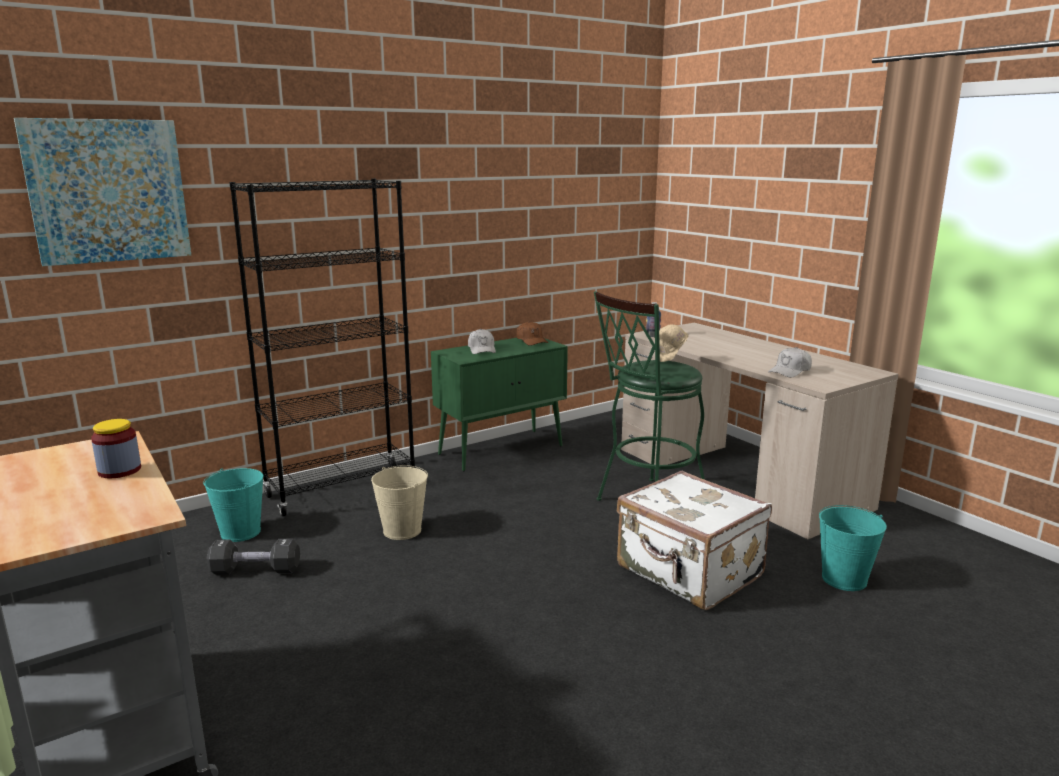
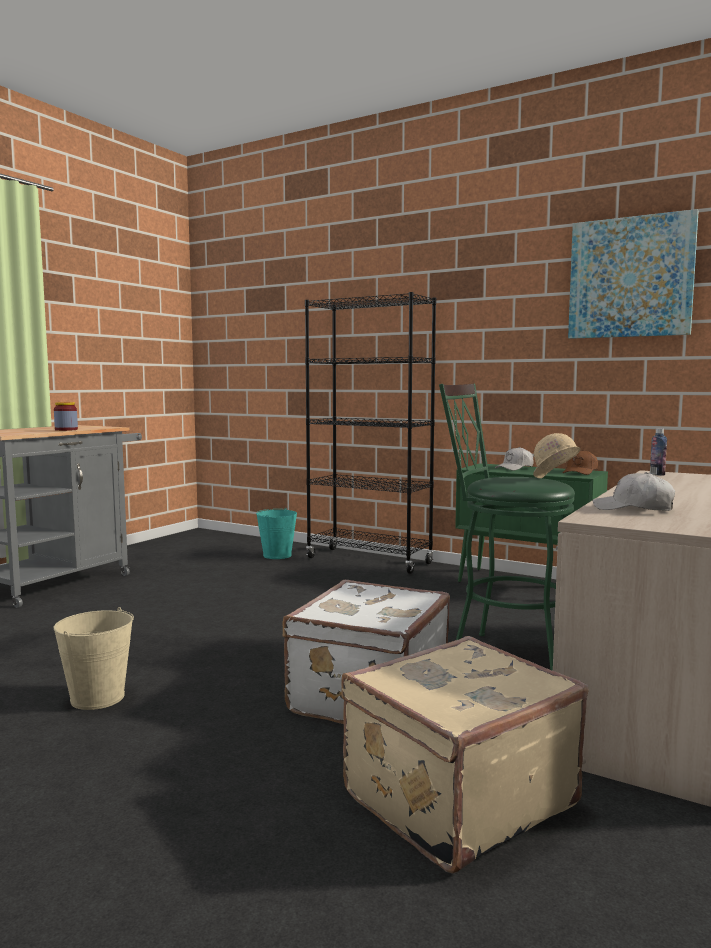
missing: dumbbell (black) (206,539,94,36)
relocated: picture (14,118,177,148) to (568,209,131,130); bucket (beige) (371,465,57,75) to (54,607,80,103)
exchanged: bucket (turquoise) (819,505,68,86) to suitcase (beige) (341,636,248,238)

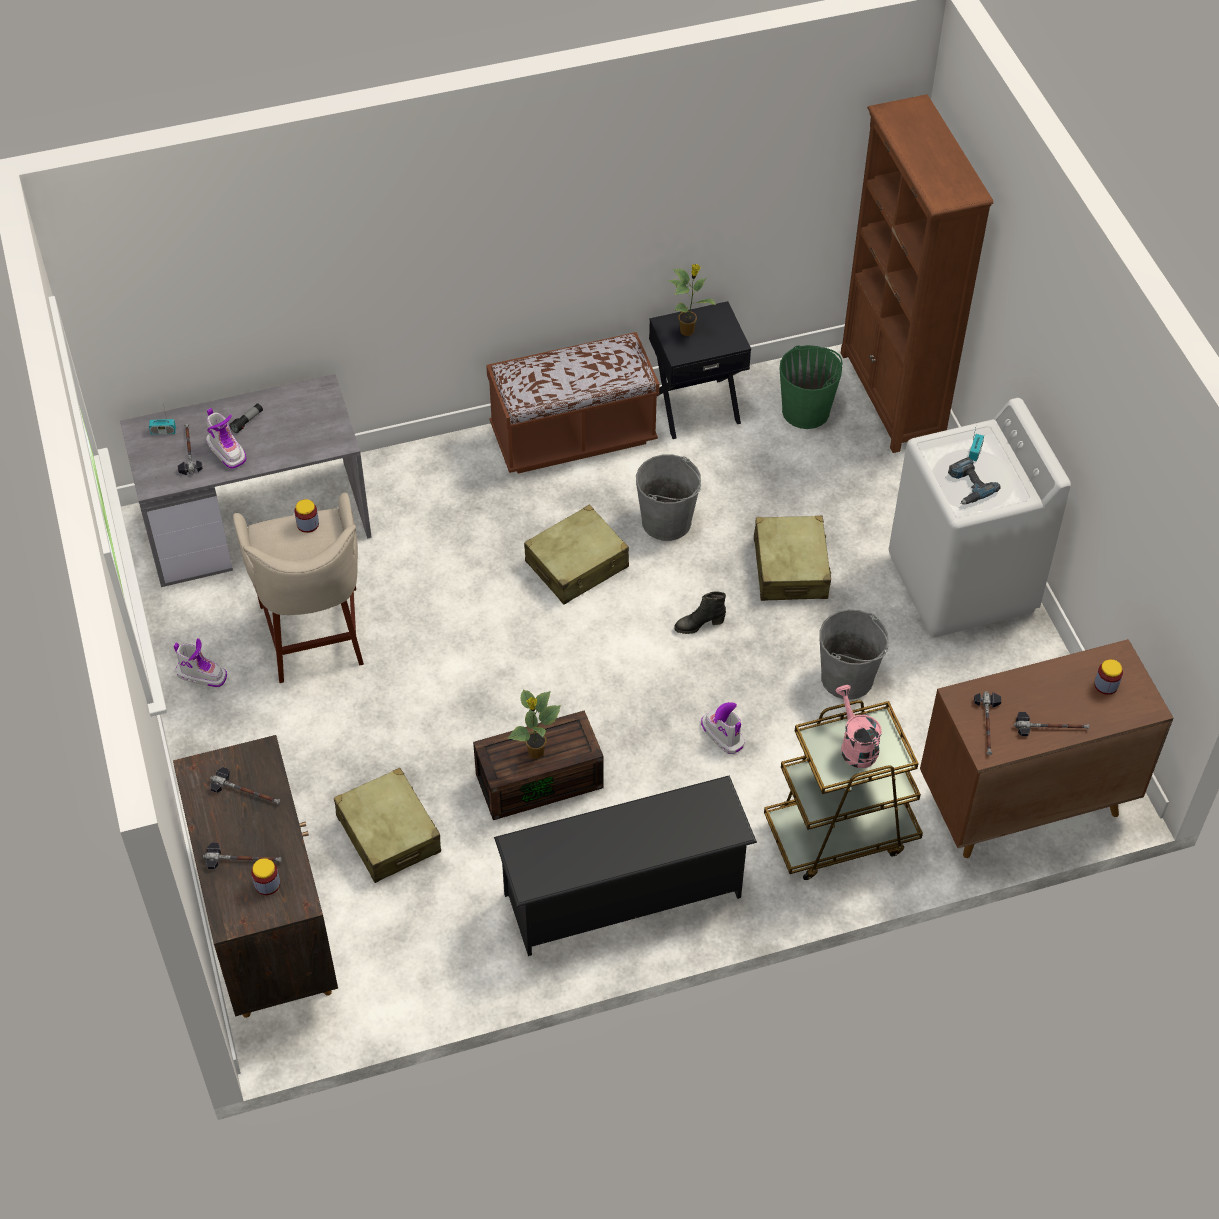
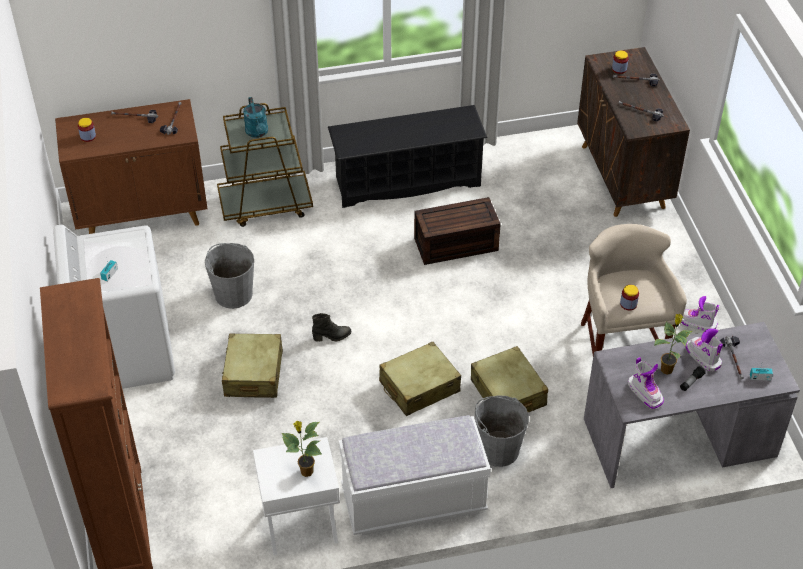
missing: bucket (green) (779,345,64,84); power drill (948,457,53,48)
relocated: bucket (grey) (636,454,65,87) to (475,396,54,71); potted plant (507,689,54,70) to (654,314,39,61); boot (701,702,44,52) to (628,357,36,52); suitcase (beige) (334,768,107,115) to (471,346,77,66)
colour: nightstand (black) (649,301,102,138) to nightstand (white) (253,437,87,118); bench (brown) (486,332,173,141) to bench (white) (339,415,152,120); watering can (pink) (836,685,46,83) to watering can (turquoise) (243,97,25,41)

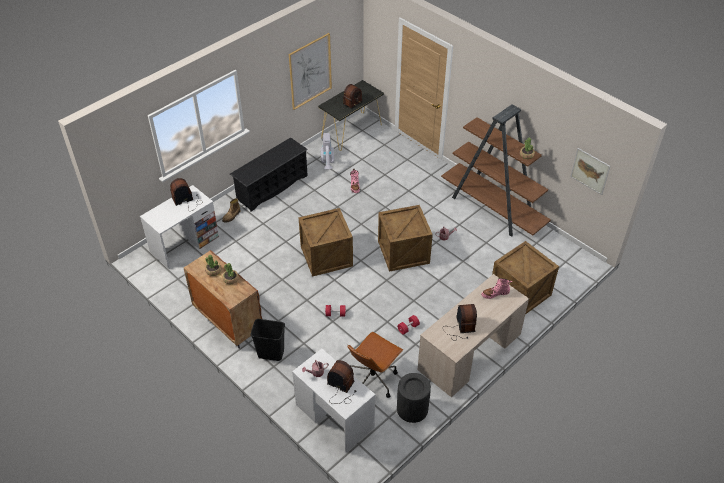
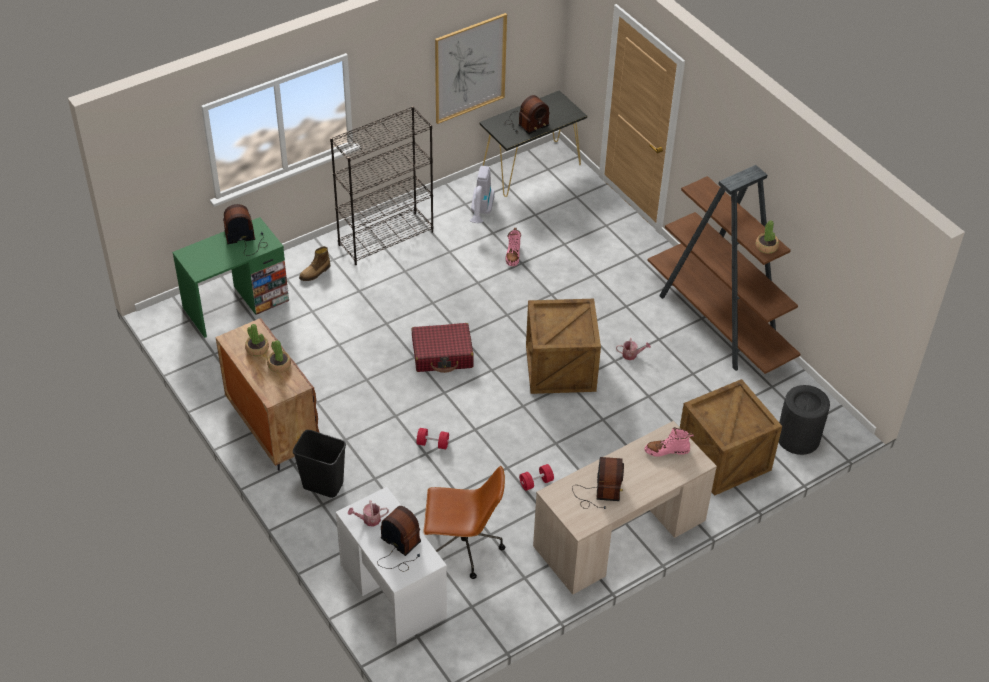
missing: picture (571,148,39,47)
relocated: trash can (black) (397,373,34,50) to (779,385,51,70)
exchanged: shoe rack (black) (230,137,78,75) to bookcase (black) (330,106,104,159); crate (298,208,55,69) to suitcase (red) (412,323,62,50)
colour: desk (white) (140,185,79,84) to desk (green) (172,217,117,121)
spun: office chair (brown) (348,332,55,66) = (424,466,82,113) 135 degrees counterclockwise

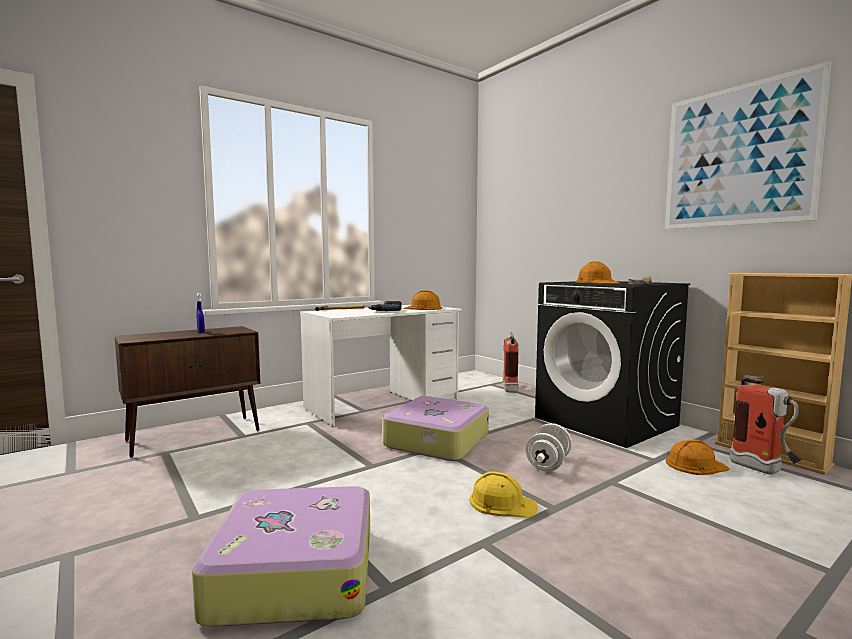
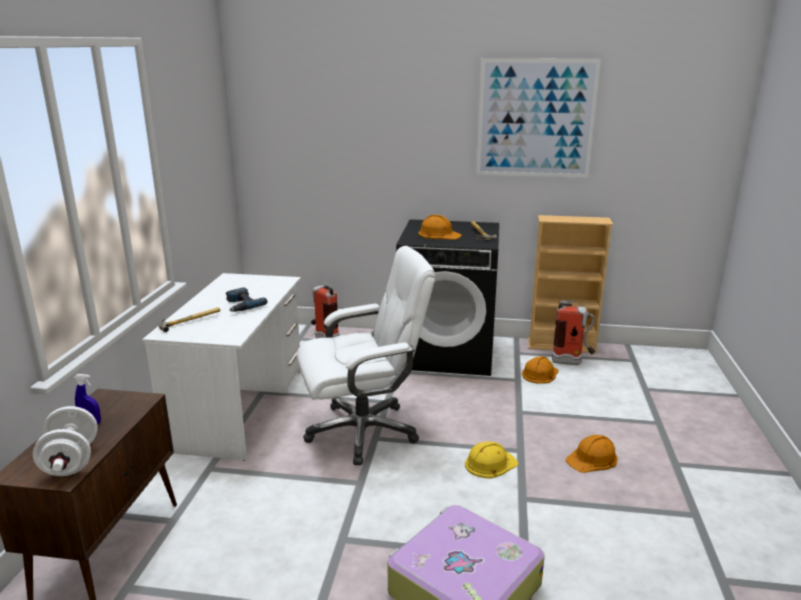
relocated: hard hat (orange) (403,291,39,19) to (566,435,52,38); dumbbell (white) (526,423,46,49) to (33,406,65,70)
exchanged: suitcase (383,396,106,65) to office chair (white) (296,246,139,219)

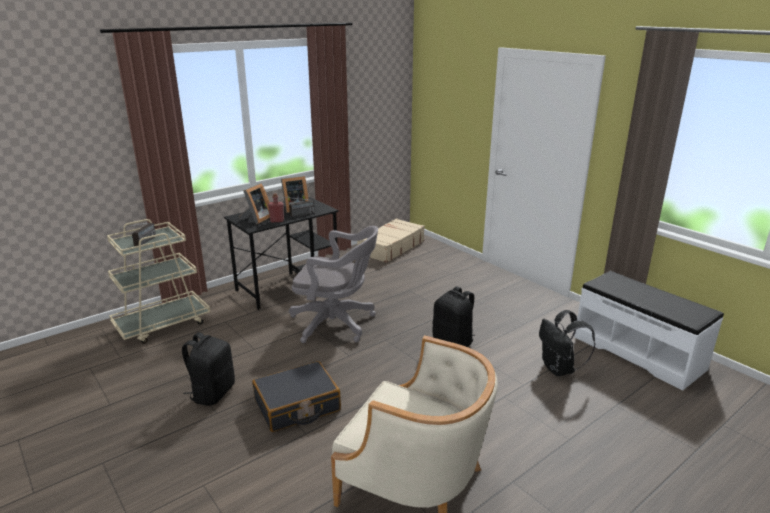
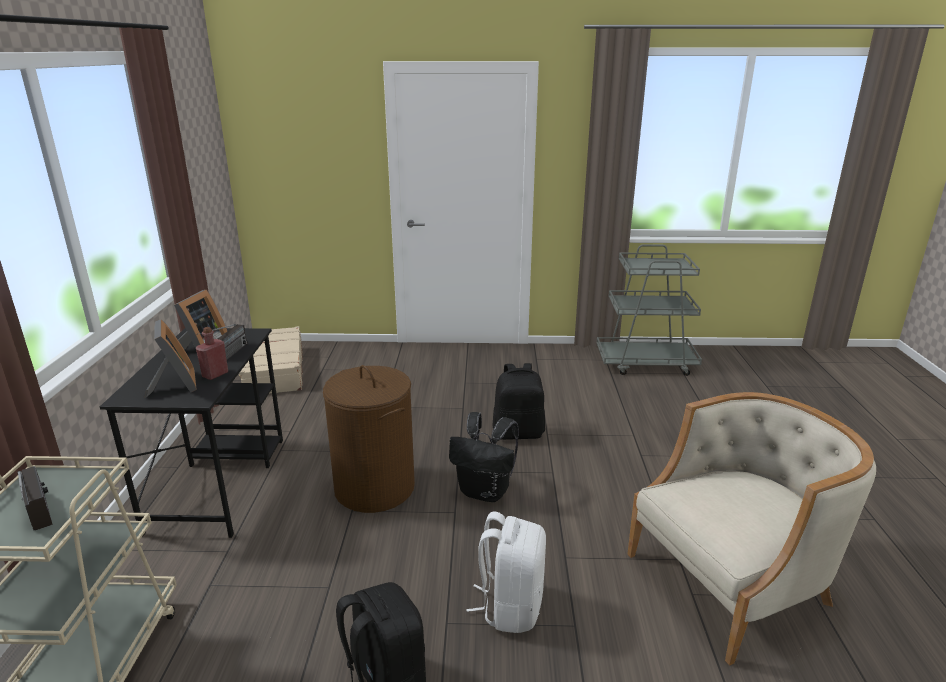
relocated: backpack (black) (539,310,56,66) to (449,412,70,90)
exchanged: office chair (grey) (289,226,89,117) to laundry basket (brown) (323,365,92,148); bench (white) (574,271,150,120) to cart (grey) (597,244,105,132); suitcase (black) (252,361,89,71) to backpack (white) (466,512,80,121)

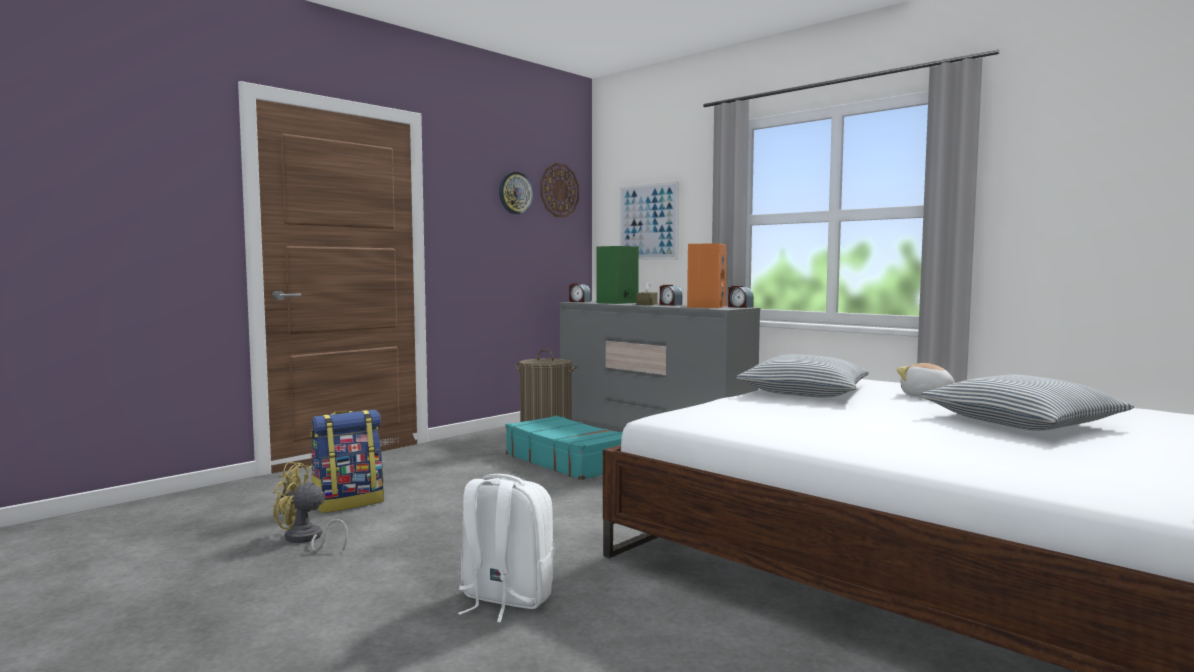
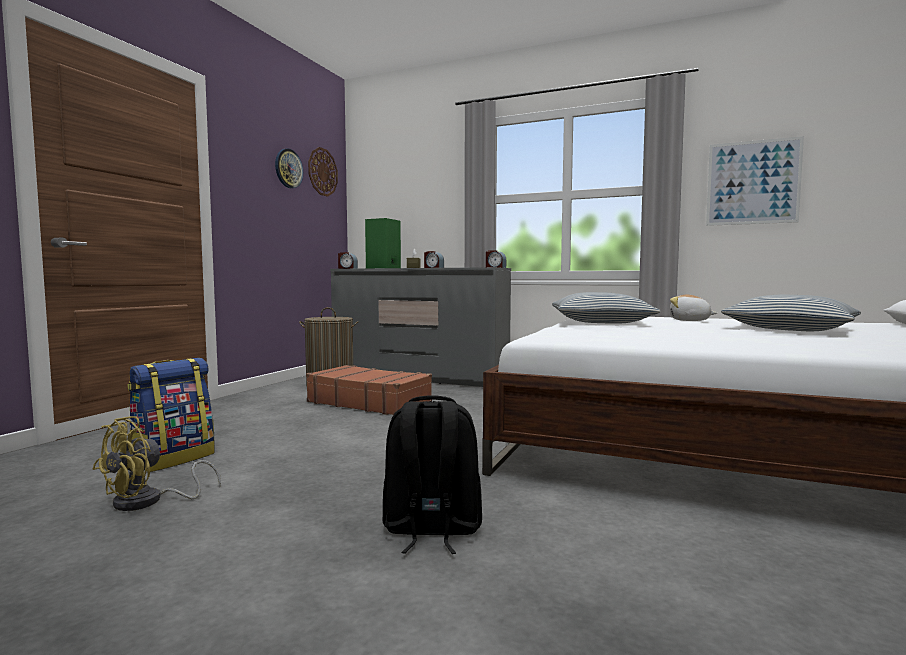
missing: speaker (orange) (687,243,40,65)
relocated: picture (620,181,59,79) to (706,136,98,90)
colour: suitcase (turquoise) (506,416,117,64) to suitcase (brown) (306,365,126,50); backpack (white) (458,474,96,148) to backpack (black) (382,395,100,159)
spun: fan (yellow) (273,462,75,90) = (93,416,128,95) 45 degrees counterclockwise

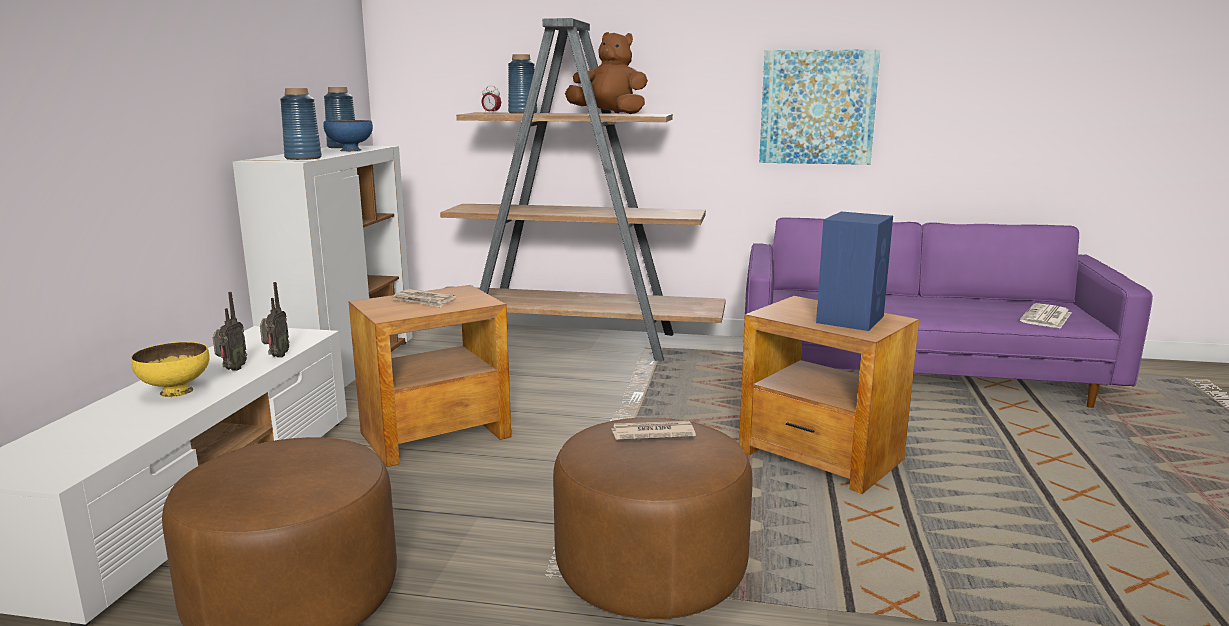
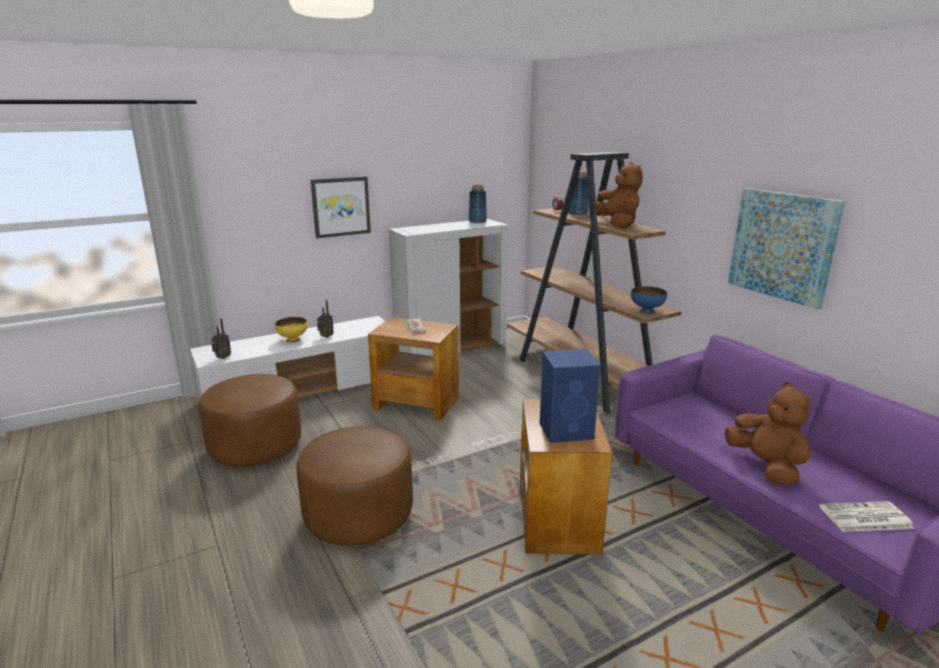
missing: vase (blue) (280,88,42,72); newspaper (612,421,84,19)
appeared: picture (311,176,60,62); plush toy (brown) (725,382,86,104)
relocated: bowl (blue) (323,120,50,31) to (631,286,36,28); radio (260,282,29,76) to (211,318,20,41)

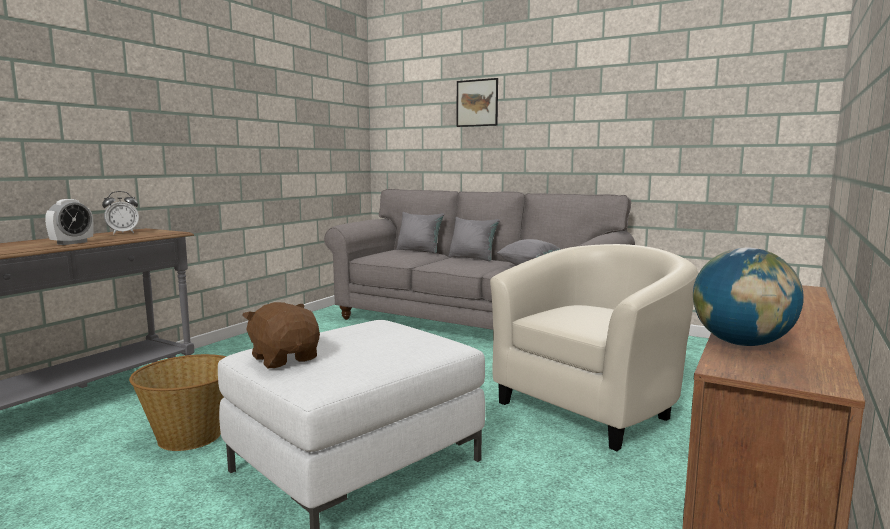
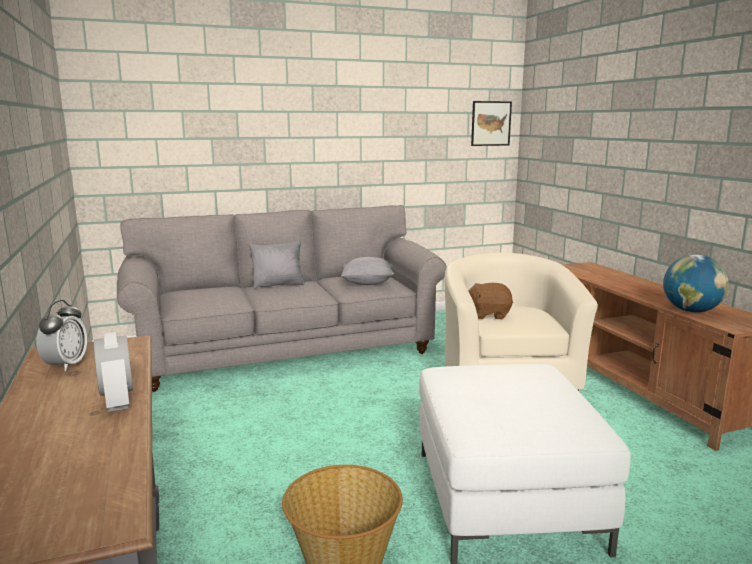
missing: pillow (grey) (397,212,47,41)
relocated: picture (457,78,41,49) to (471,101,41,45); plush toy (brown) (242,302,78,66) to (469,283,44,36)

